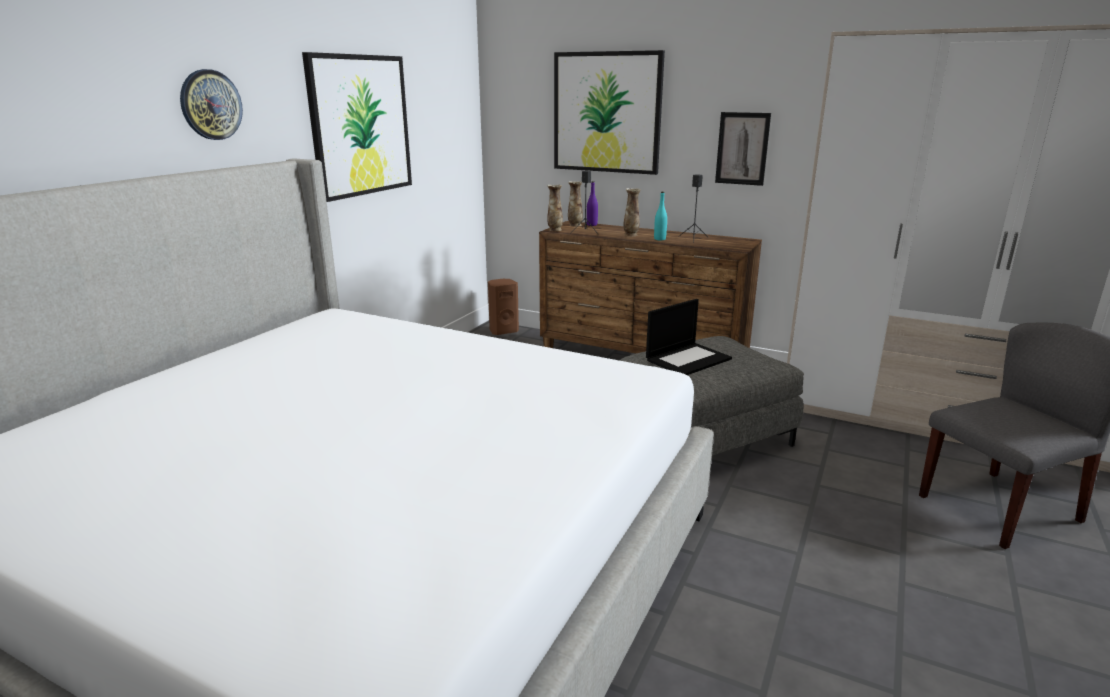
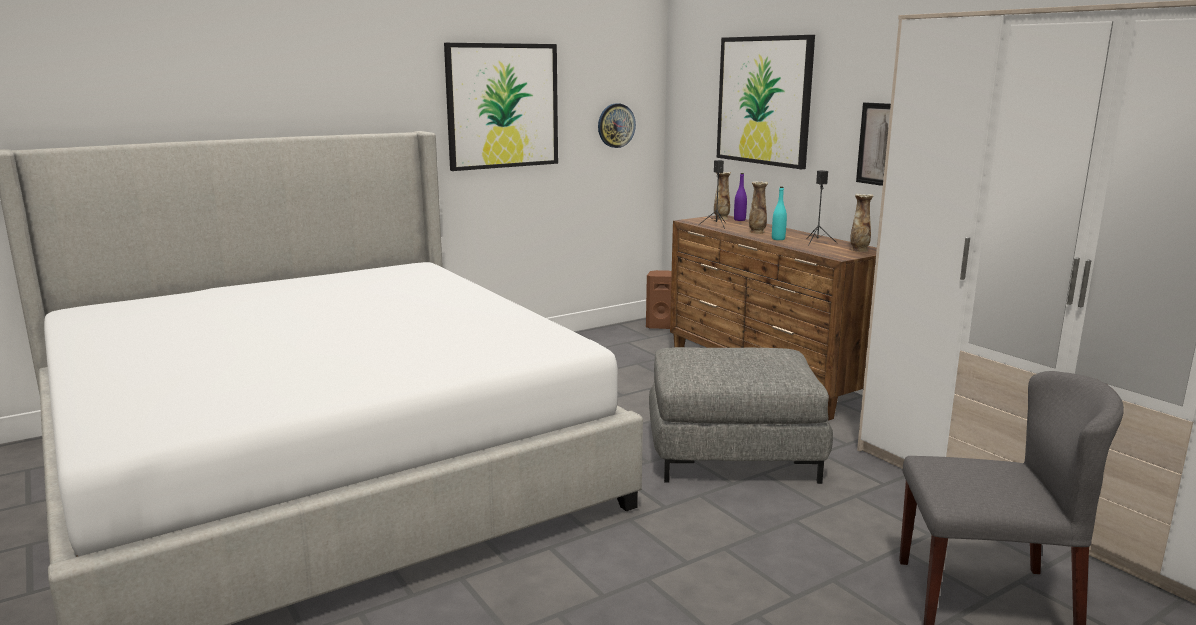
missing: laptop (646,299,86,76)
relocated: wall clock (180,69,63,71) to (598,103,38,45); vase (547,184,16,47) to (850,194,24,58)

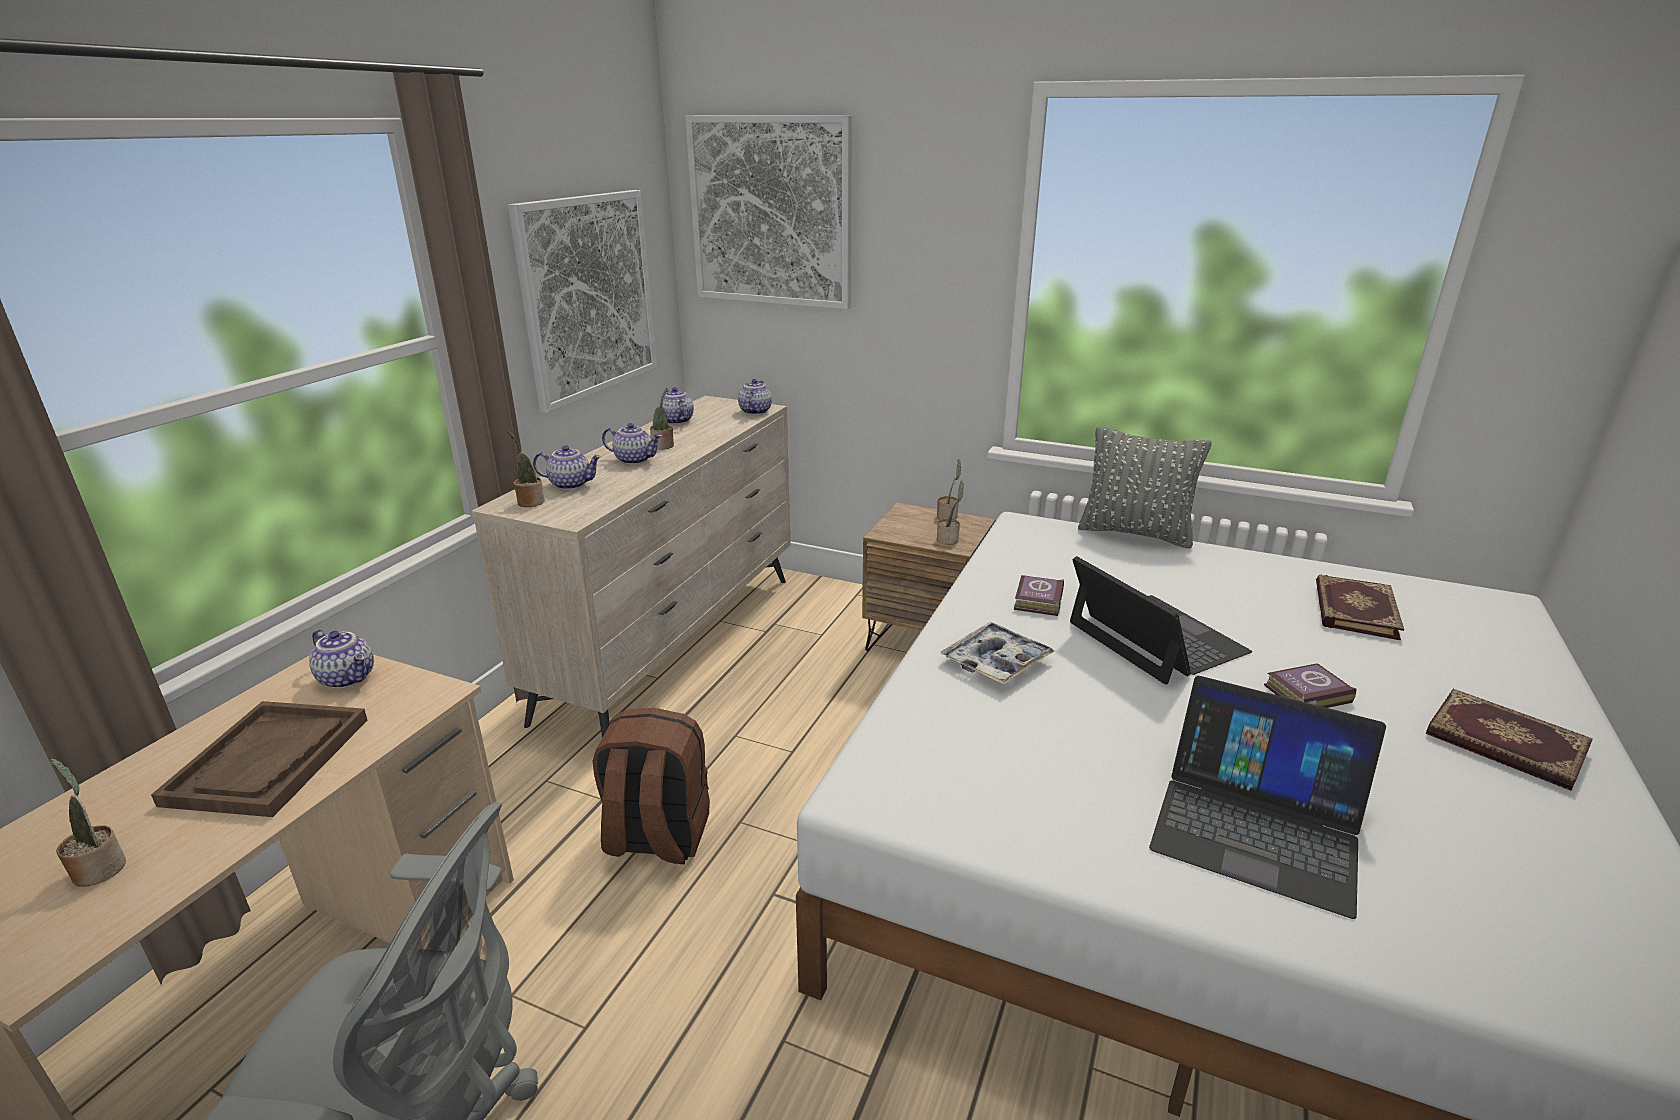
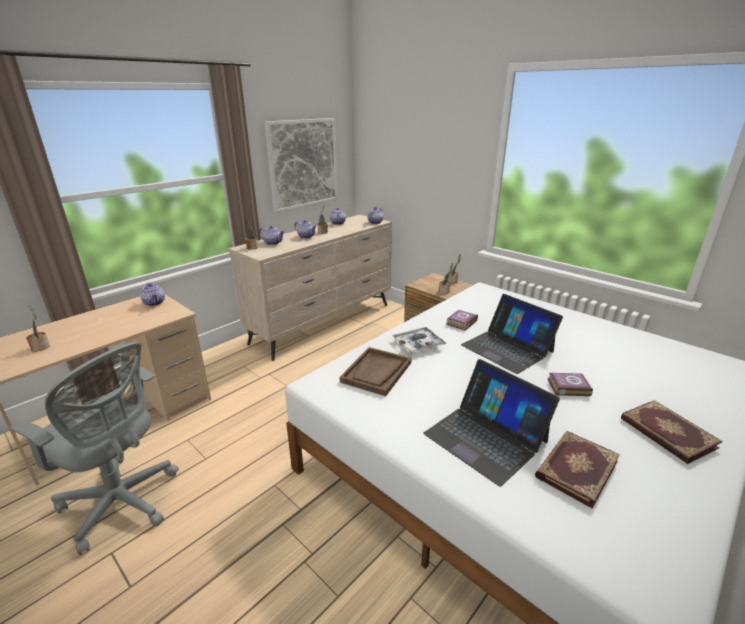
missing: picture (685,115,167,194); pillow (grey) (1078,427,134,121); backpack (brown) (593,708,117,156)
relocated: book (1316,575,88,65) to (535,431,85,78); tray (brown) (151,701,216,116) to (340,347,71,49)
spun: laptop (1070,556,182,128) = (461,294,102,80) 150 degrees clockwise

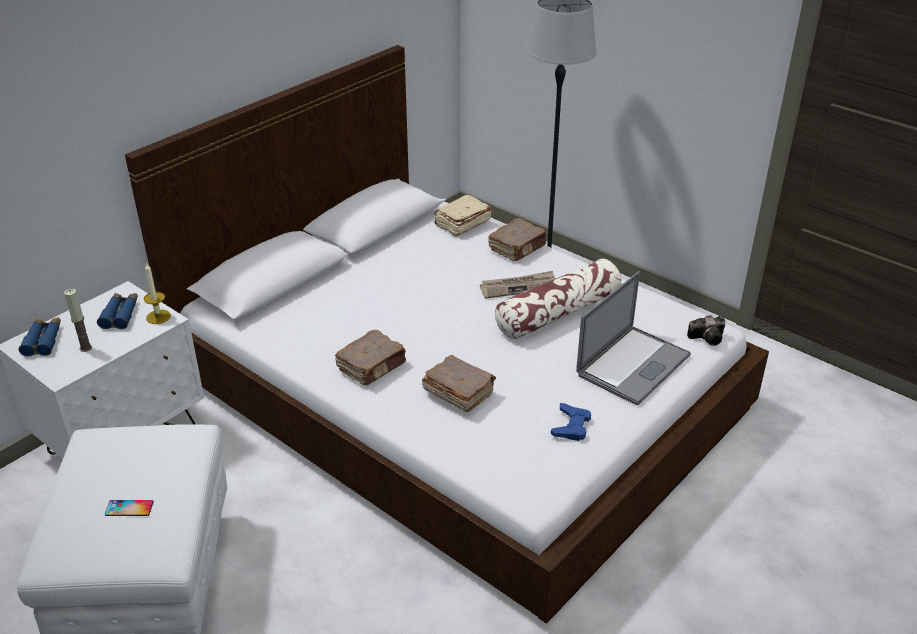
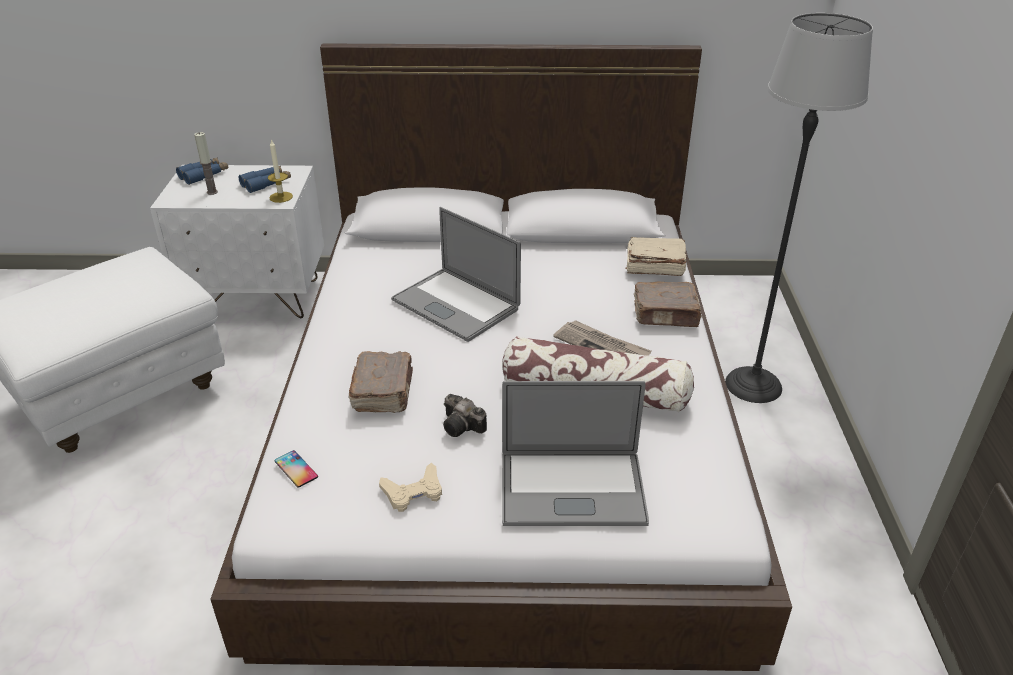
missing: book (brown) (335,330,71,55)
appeared: laptop (391,207,130,135)
relocated: photo camera (687,315,38,31) to (443,394,44,43); phone (105,500,49,16) to (274,450,44,38)
colour: game controller (blue) (551,403,40,38) to game controller (beige) (379,463,63,49)

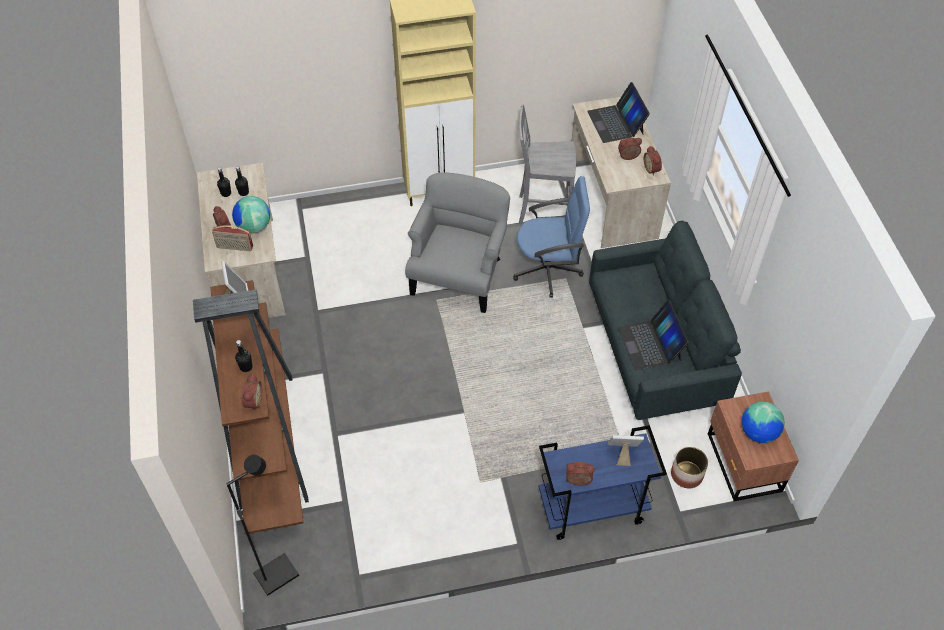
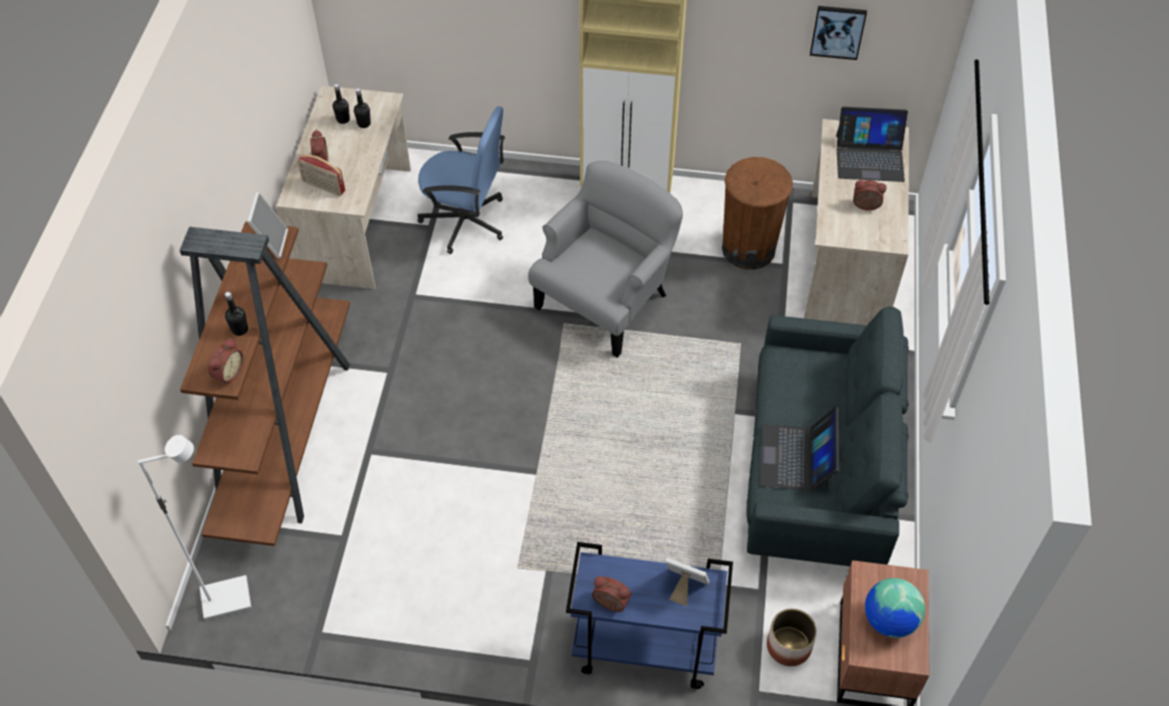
missing: alarm clock (644,146,18,30); globe (232,196,38,37)
appeared: picture (810,6,57,54)
relocated: office chair (blue) (513,176,77,122) to (417,106,88,148)
exchanged: chair (grey) (519,105,57,119) to trash can (brown) (722,157,71,113)
colour: floor lamp (black) (227,455,72,141) to floor lamp (white) (138,435,114,185)
spun: laptop (587,82,63,61) = (836,107,72,75) 90 degrees counterclockwise

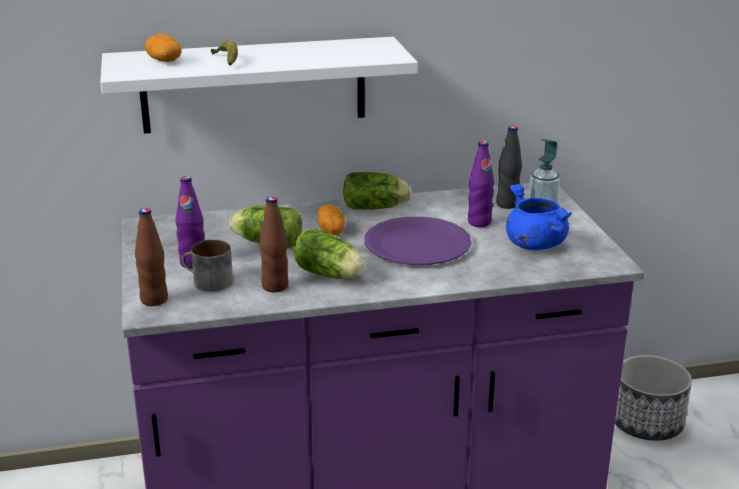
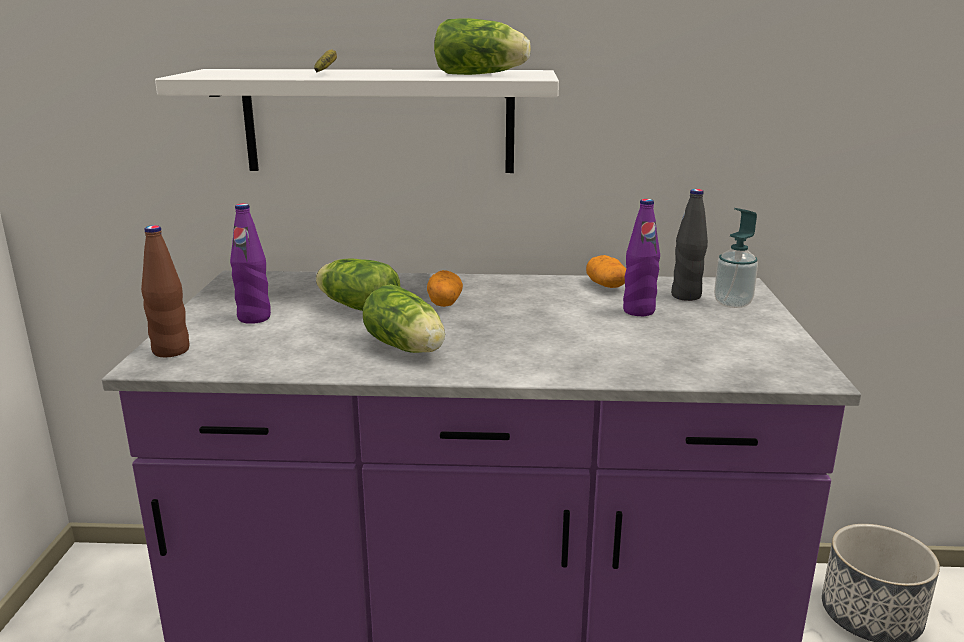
missing: cooking pot (blue) (506,184,66,66); bottle (brown) (259,196,30,96); plate (purple) (364,217,108,48); mug (182,239,51,52)
relocated: potato (145,34,37,28) to (586,255,40,33); lettuce (343,172,69,38) to (434,18,97,57)

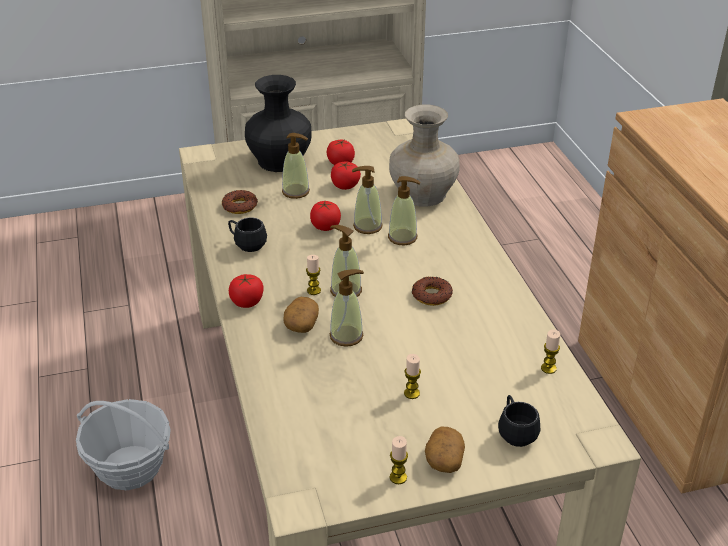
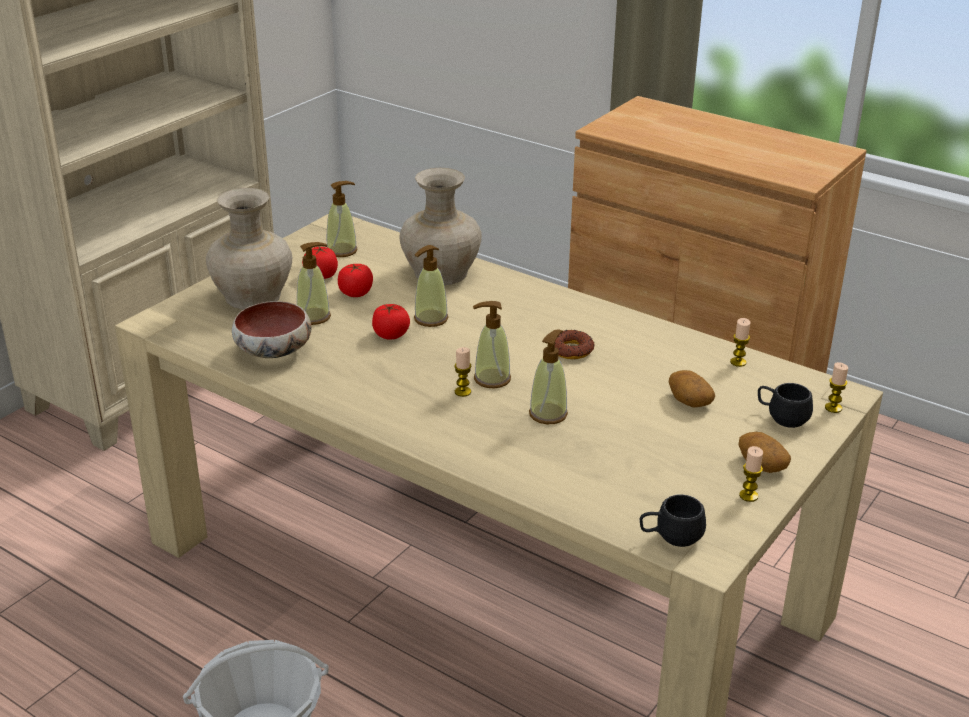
missing: tomato (229,274,34,34)
relocated: soap dispenser (388,176,32,69) to (327,181,31,76); mug (black) (228,217,39,35) to (640,494,66,53); potato (284,297,35,36) to (669,370,46,38); candle (404,354,17,45) to (825,362,23,51)
exchanged: donut (222,190,36,24) to bowl (232,301,79,57)
colour: vase (black) (245,75,67,97) to vase (beige) (206,188,86,121)

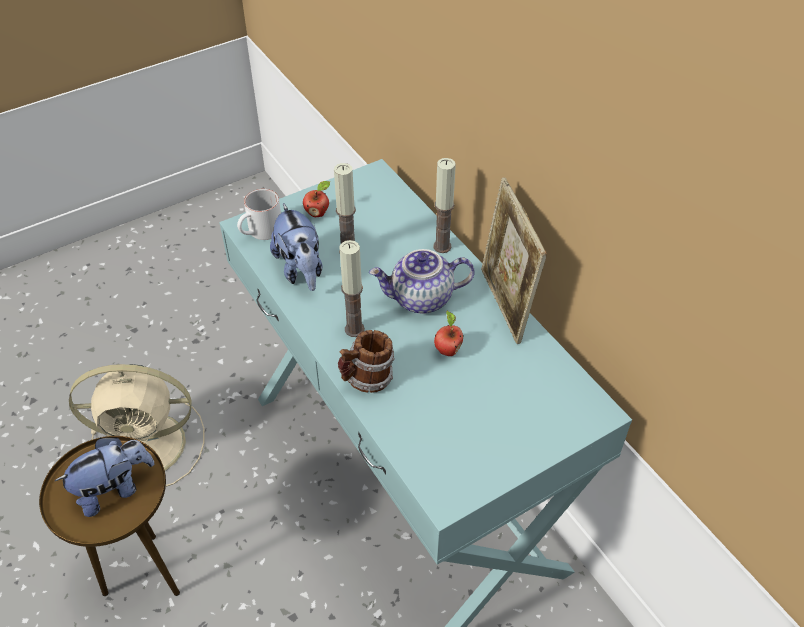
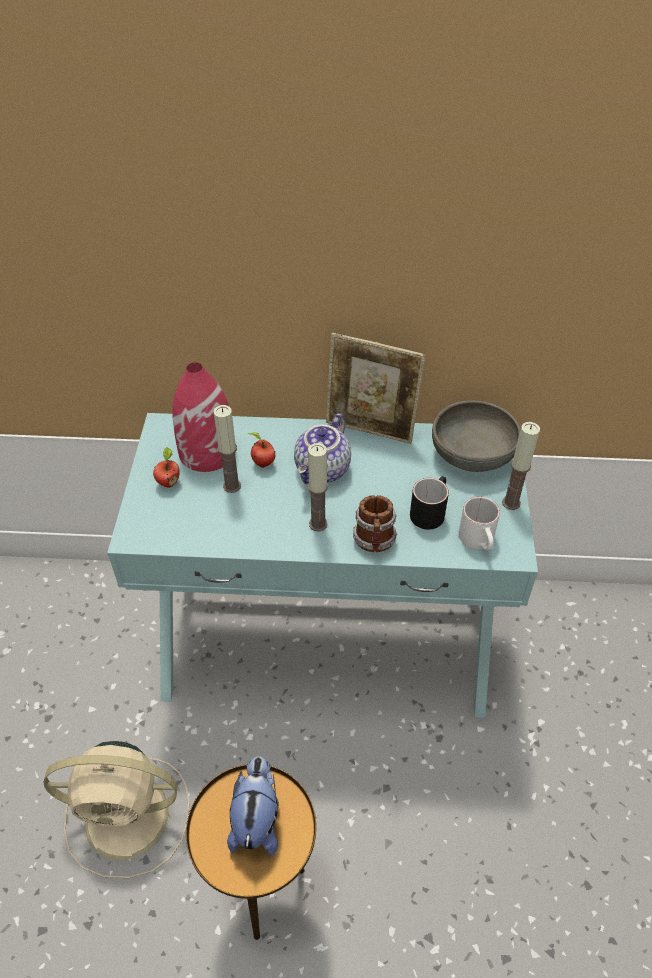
missing: plush toy (270,203,52,88)
appeared: vase (red) (172,362,57,110); bowl (grey) (432,400,89,72); mug (black) (410,476,39,54)
relocated: candle (433,158,23,95) to (502,422,38,88); mug (white) (237,189,44,51) to (458,497,42,53); apple (434,310,30,46) to (248,432,27,36)
spun: fan (beige) (69,364,135,123) = (44,741,145,137) 60 degrees clockwise

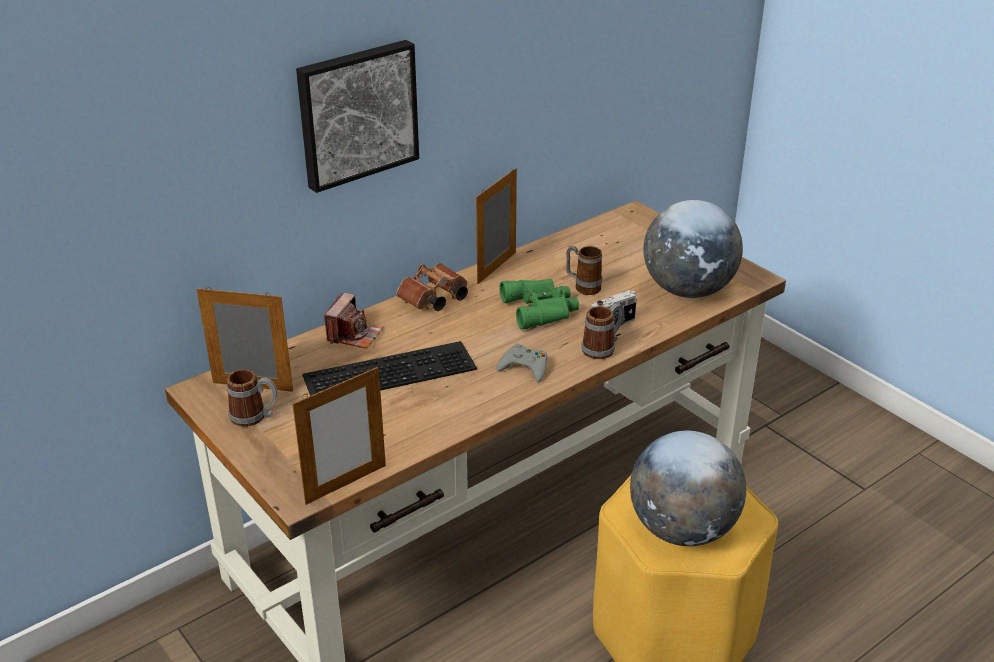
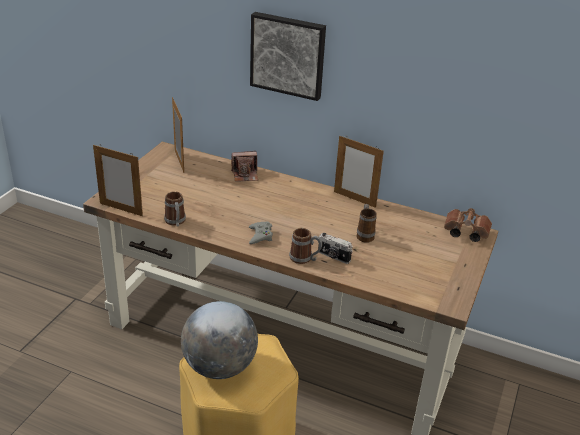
missing: globe (643,200,100,98); binoculars (green) (499,279,80,51); keyboard (302,341,175,55)
relocated: binoculars (brown) (397,263,71,48) to (444,208,48,34); mug (226,369,51,58) to (164,191,22,35)
spun: picture frame (476,168,41,116) = (334,136,50,72) 150 degrees counterclockwise

